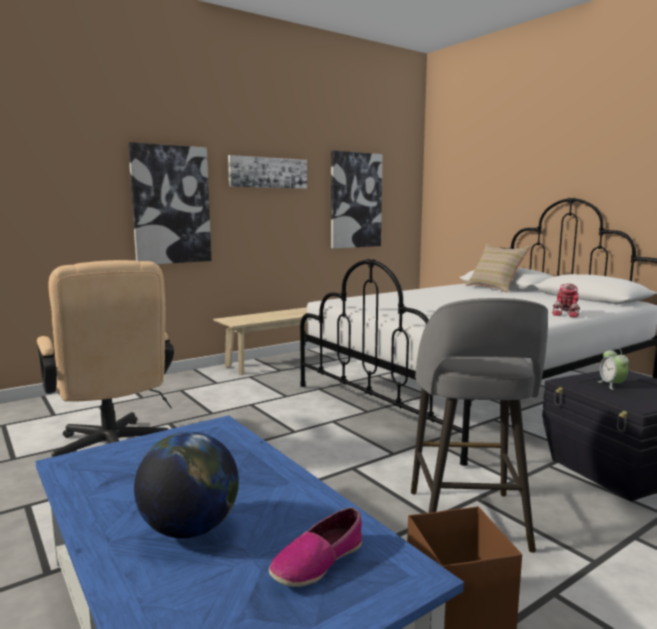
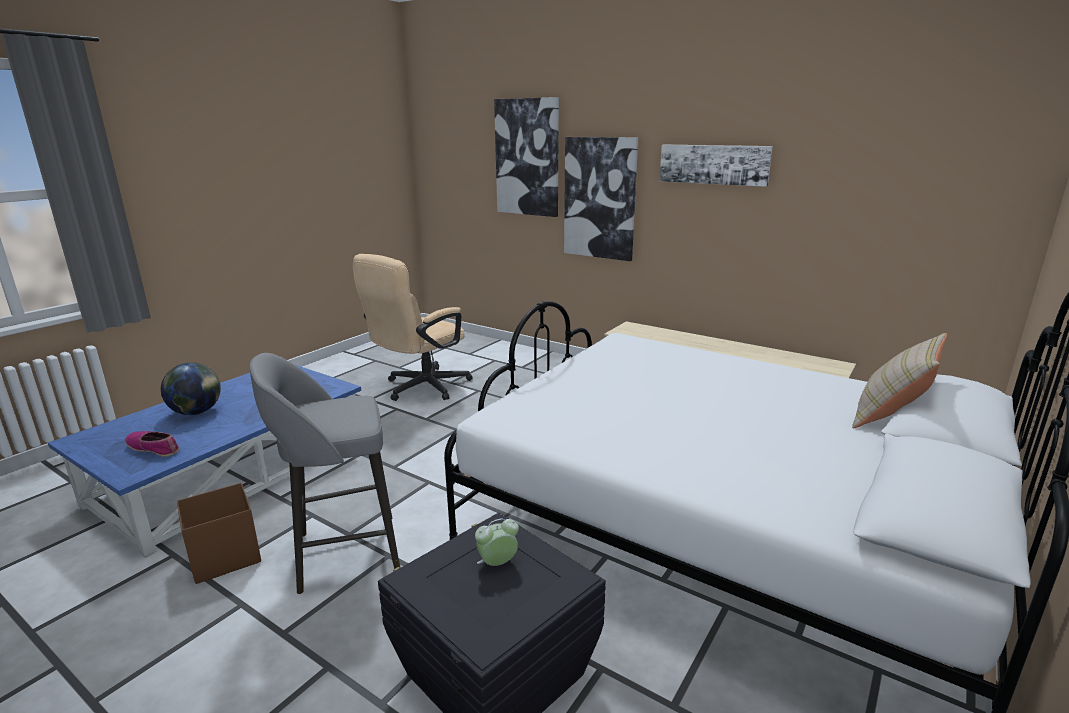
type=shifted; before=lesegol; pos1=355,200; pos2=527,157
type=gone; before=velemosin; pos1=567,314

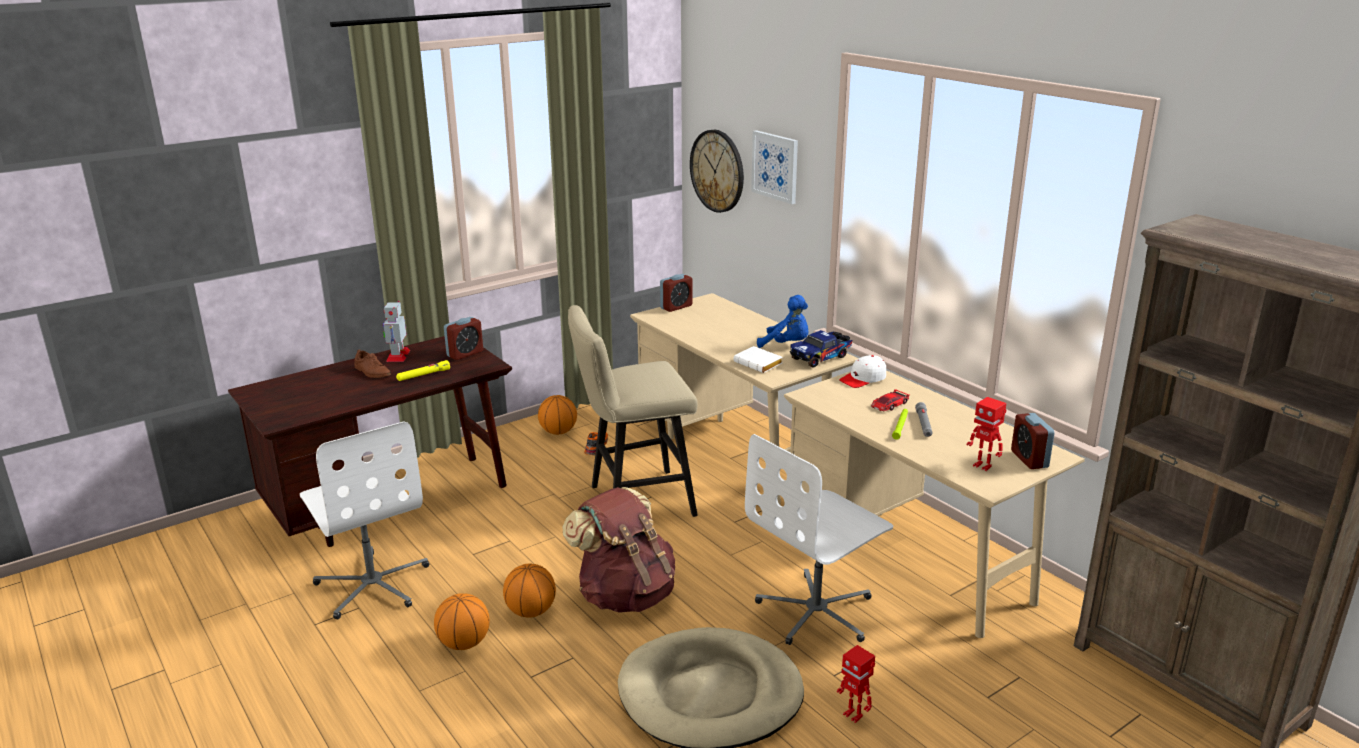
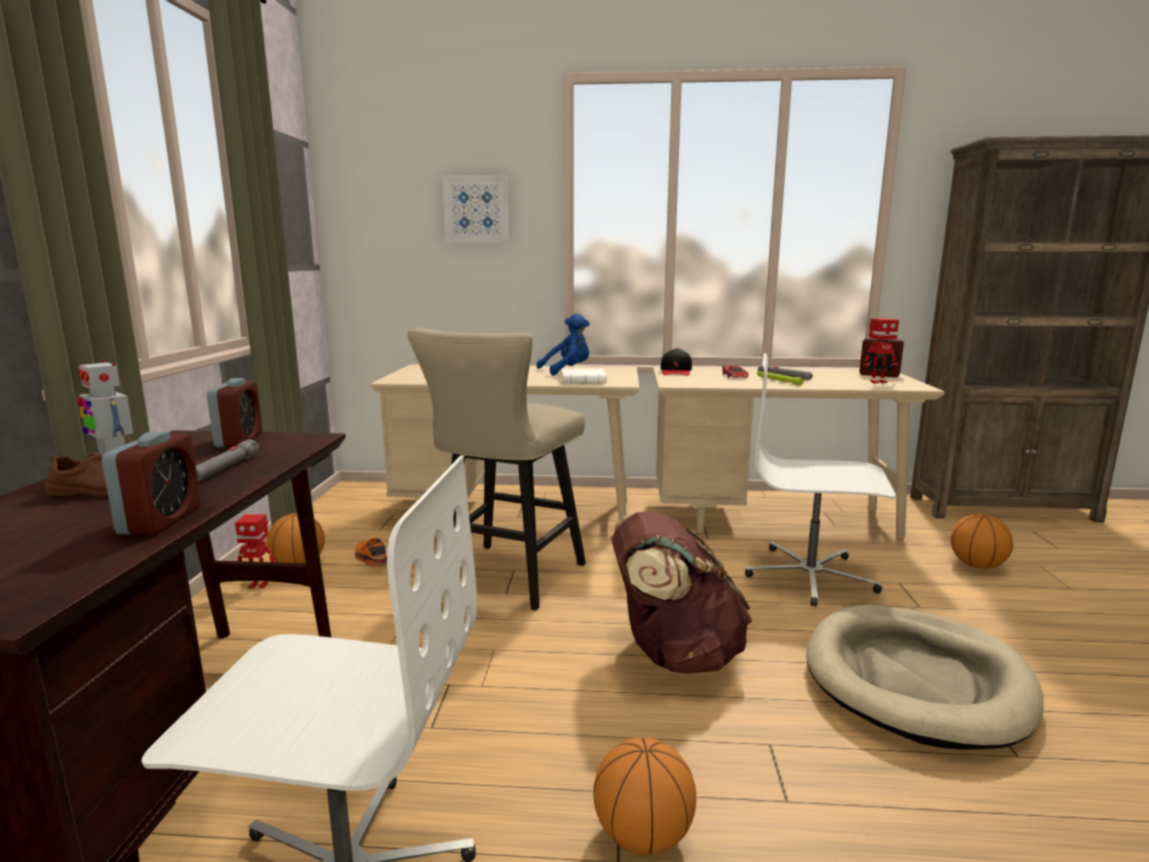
type=repainted; before=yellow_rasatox; after=grey_rasatox; pos1=423,375; pos2=224,469
type=shifted; before=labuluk; pos1=531,611; pos2=977,565
type=shifted; before=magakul; pos1=676,307; pos2=161,521
type=gone; before=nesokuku; pos1=717,171
type=rotated; before=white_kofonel; pos1=817,612; pos2=810,576; turn=105
type=gone; before=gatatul; pos1=821,357
type=shifted; before=velemosin; pos1=854,715; pos2=259,585
type=repainted; before=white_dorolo; after=black_dorolo; pos1=863,379; pos2=676,372

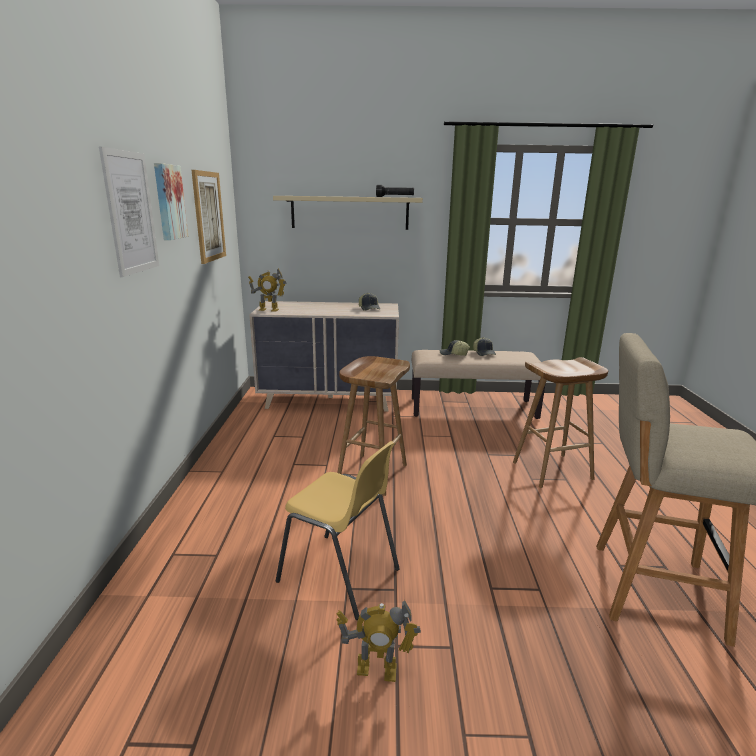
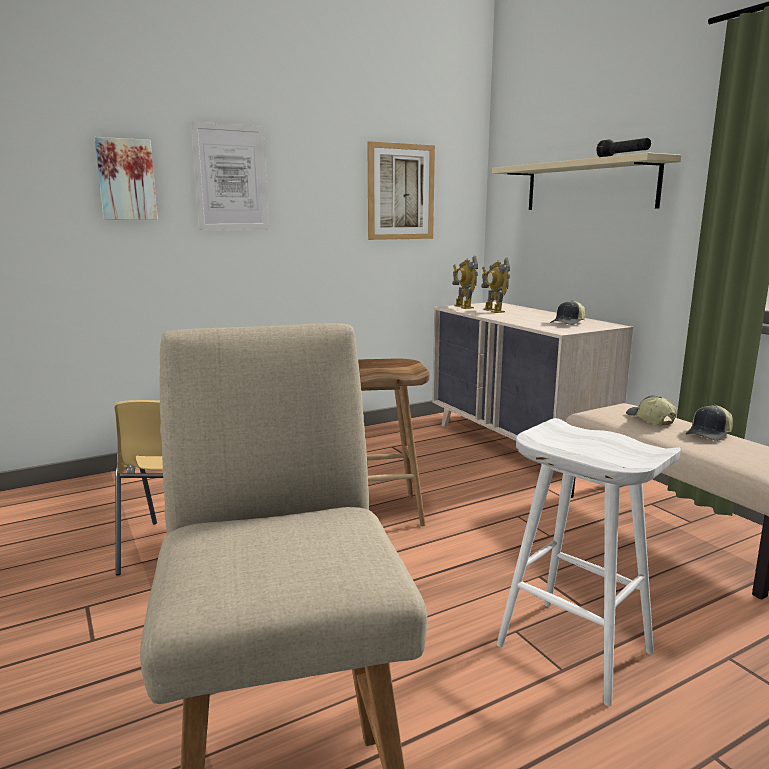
type=shifted; before=lesegol; pos1=168,202; pos2=126,179
type=shifted; before=velemosin; pos1=377,670; pos2=493,311
type=repainted; before=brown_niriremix; after=white_niriremix; pos1=552,471; pos2=571,648

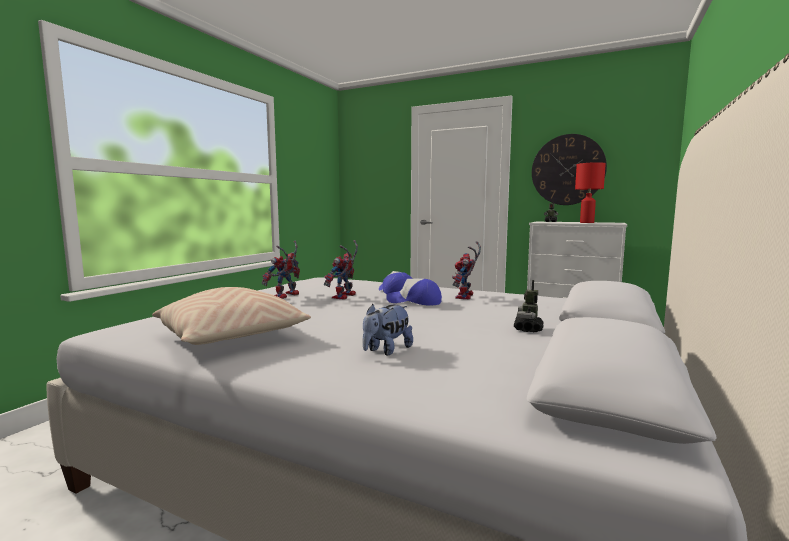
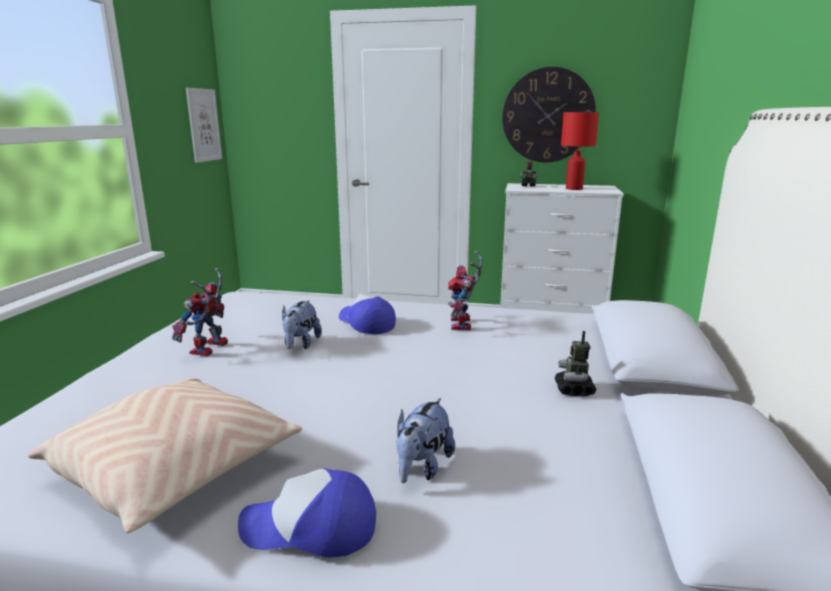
type=swapped; before=velemosin; after=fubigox; pos1=344,297; pos2=301,344
type=shifted; before=dorolo; pos1=414,302; pos2=310,528
type=new; after=lesegol; pos2=204,125

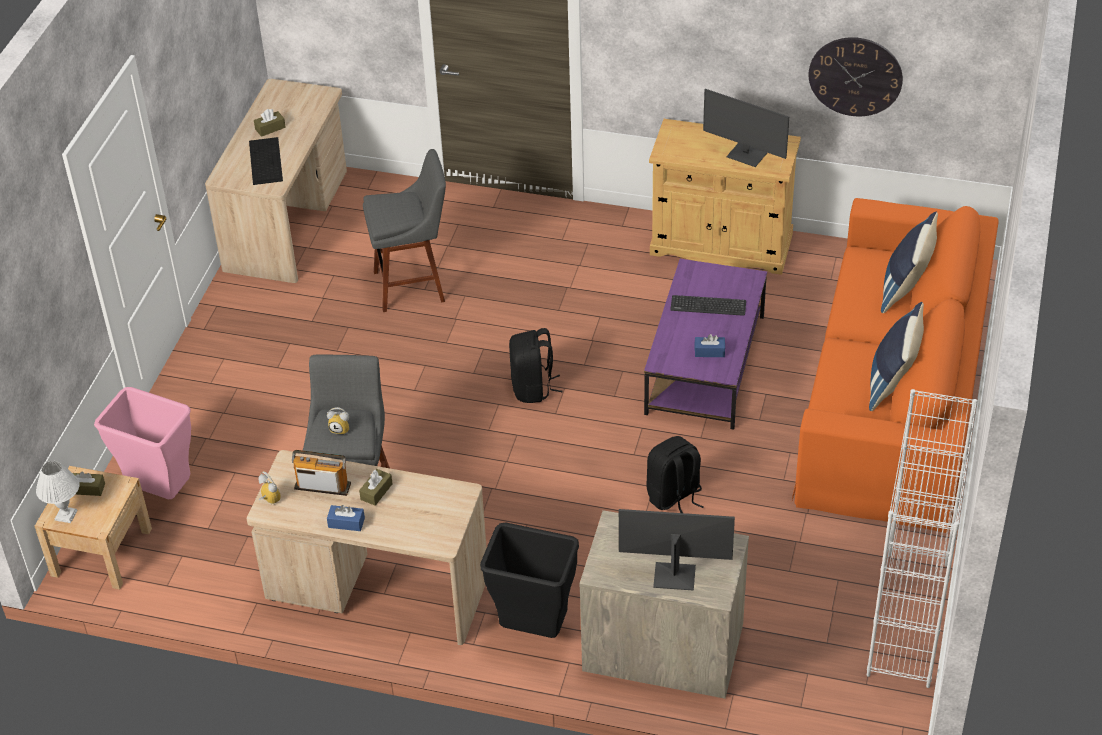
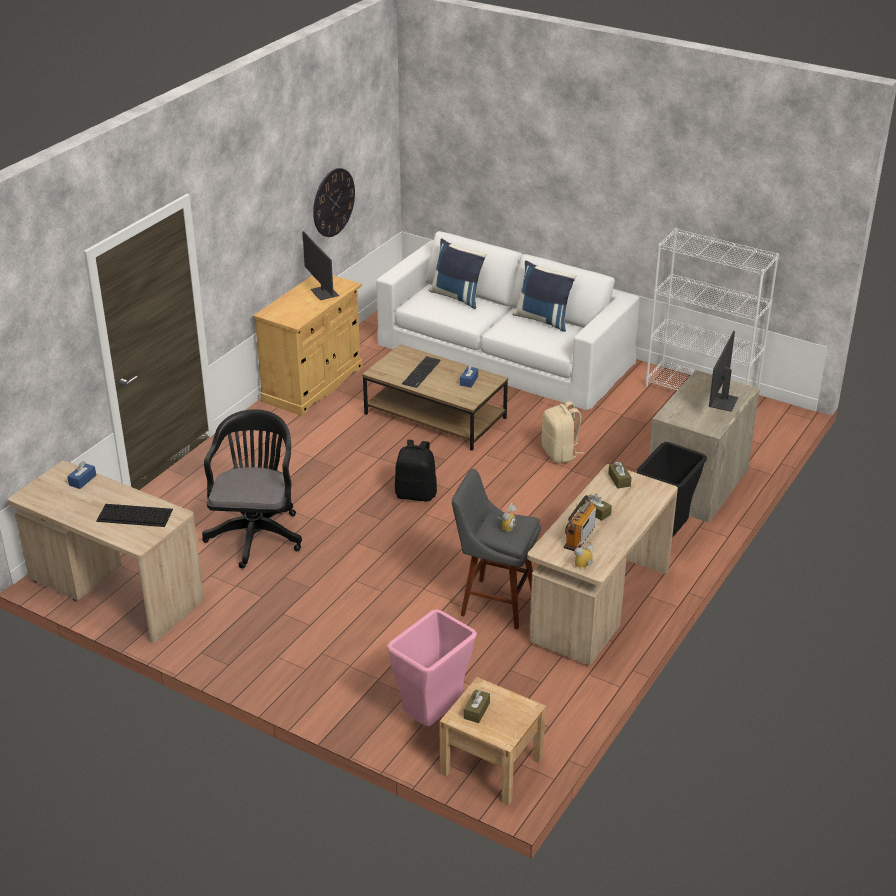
type=gone; before=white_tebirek; pos1=66,515
type=shifted; before=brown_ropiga; pos1=270,128; pos2=619,480
type=shifted; before=blue_ropiga; pos1=346,523; pos2=82,480
type=swapped; before=grey_niriremix; after=black_kofonel; pos1=413,286; pos2=256,533
type=repainted; before=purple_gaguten; after=brown_gaguten; pos1=705,365; pos2=436,416
type=repainted; before=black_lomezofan; after=beige_lomezofan; pos1=674,497; pos2=560,454
type=rotated; before=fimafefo; pos1=746,155; pos2=323,293; turn=105
type=repainted; before=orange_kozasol; after=white_kozasol; pos1=894,393; pos2=505,352

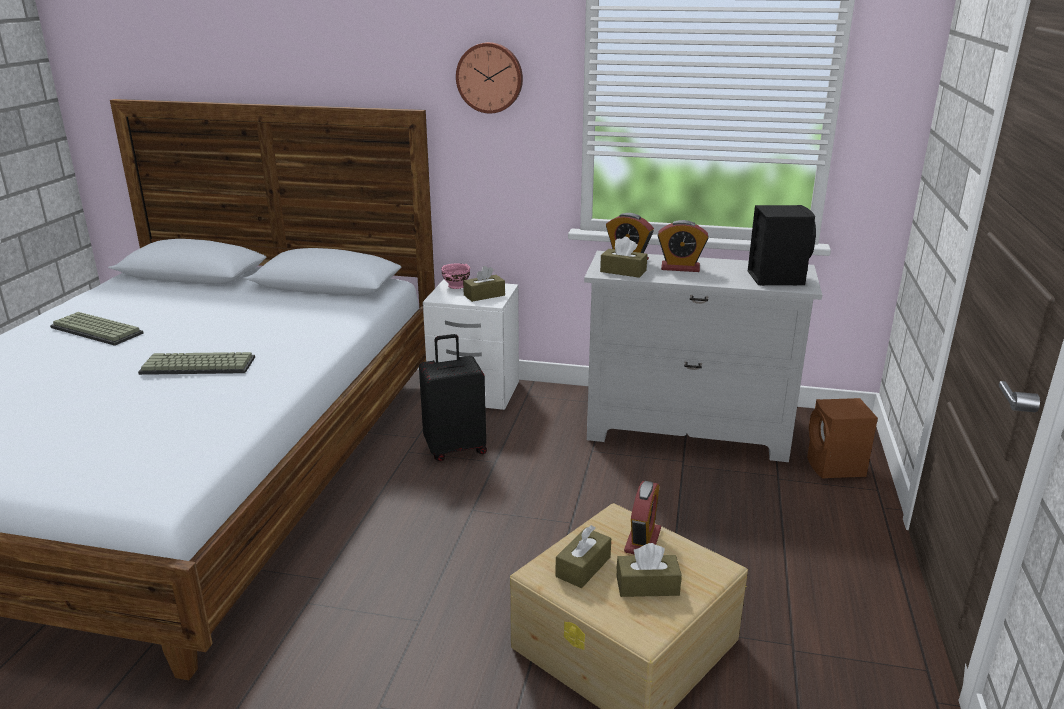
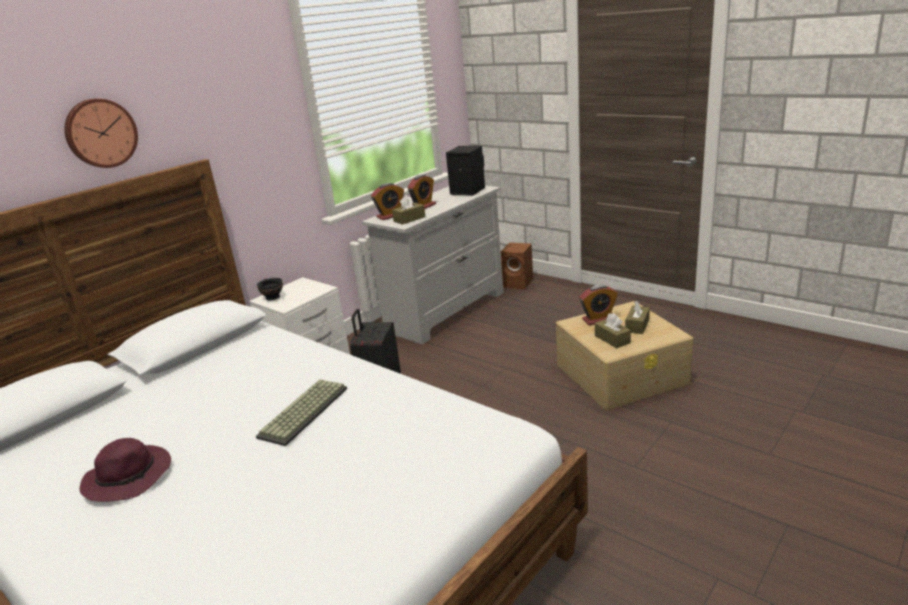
type=swapped; before=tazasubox; after=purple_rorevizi; pos1=99,330; pos2=130,477
type=repainted; before=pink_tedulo; after=black_tedulo; pos1=457,286; pos2=273,297
type=shifted; before=nesokuku; pos1=490,77; pos2=100,133
type=gone; before=brown_ropiga; pos1=484,295
type=rotated; before=magakul; pos1=642,540; pos2=598,319; turn=120

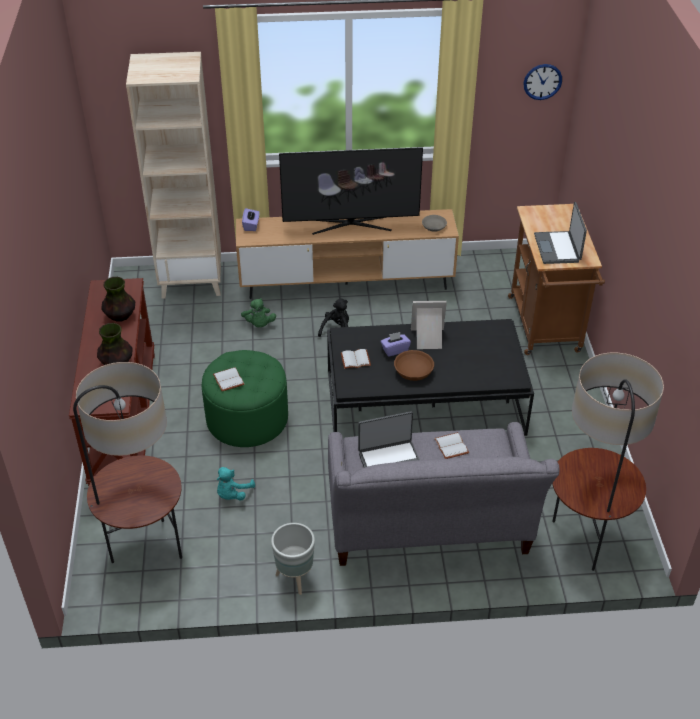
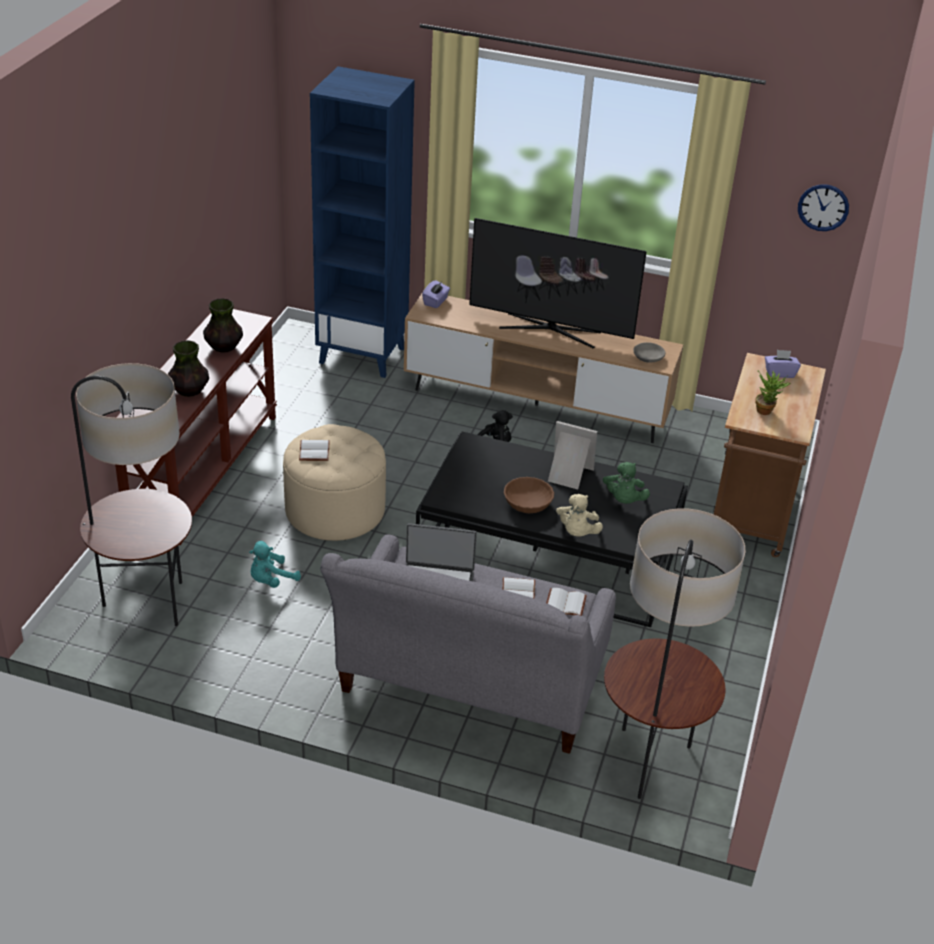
type=repainted; before=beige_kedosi; after=blue_kedosi; pos1=192,281; pos2=363,355
type=repainted; before=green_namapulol; after=beige_namapulol; pos1=247,419; pos2=335,510
type=shifted; before=green_fubigox; pos1=259,324; pos2=623,500
type=gone; before=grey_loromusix; pos1=294,579
type=shifted; before=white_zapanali; pos1=355,360; pos2=564,604
type=shifted; before=purple_ropiga; pos1=395,350; pos2=779,373
type=swapped; before=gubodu; after=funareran; pos1=558,248; pos2=766,410
type=new; after=beige_fubigox; pos2=577,532

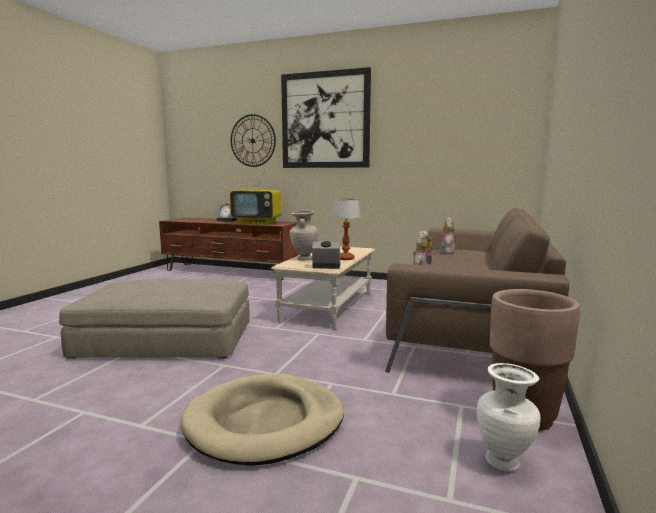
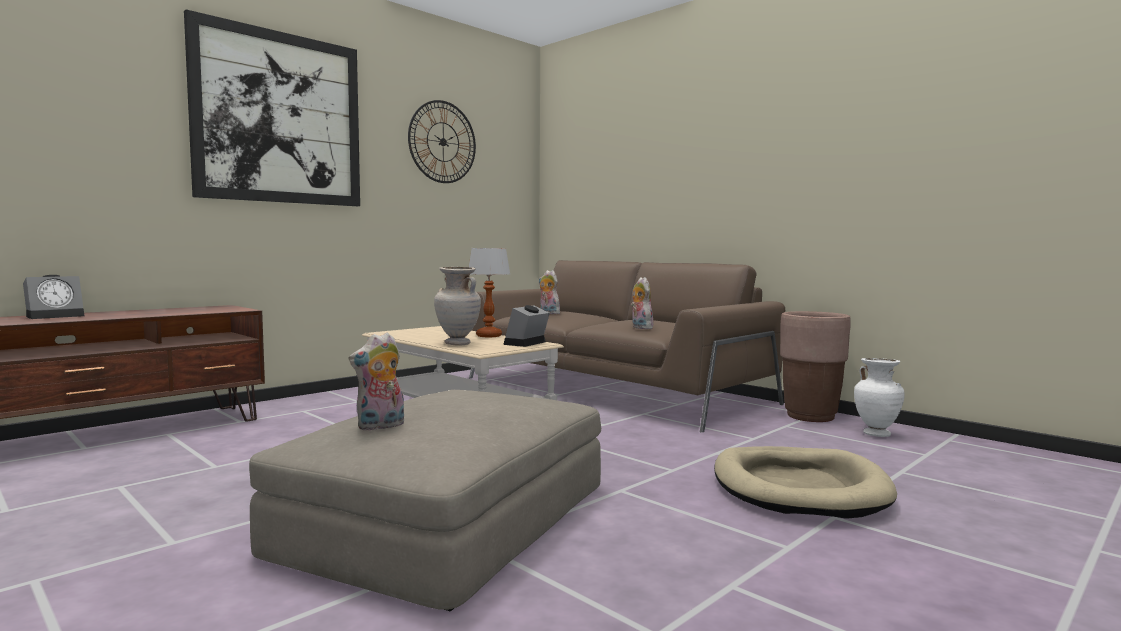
type=gone; before=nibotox; pos1=257,223
type=shifted; before=nesokuku; pos1=252,140; pos2=442,142
type=new; after=fubigox; pos2=381,426

